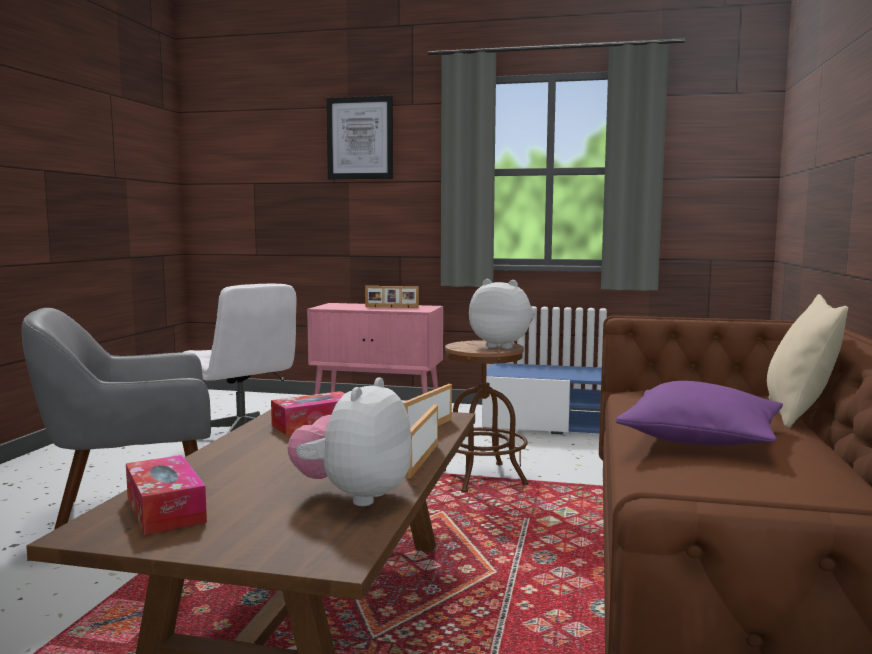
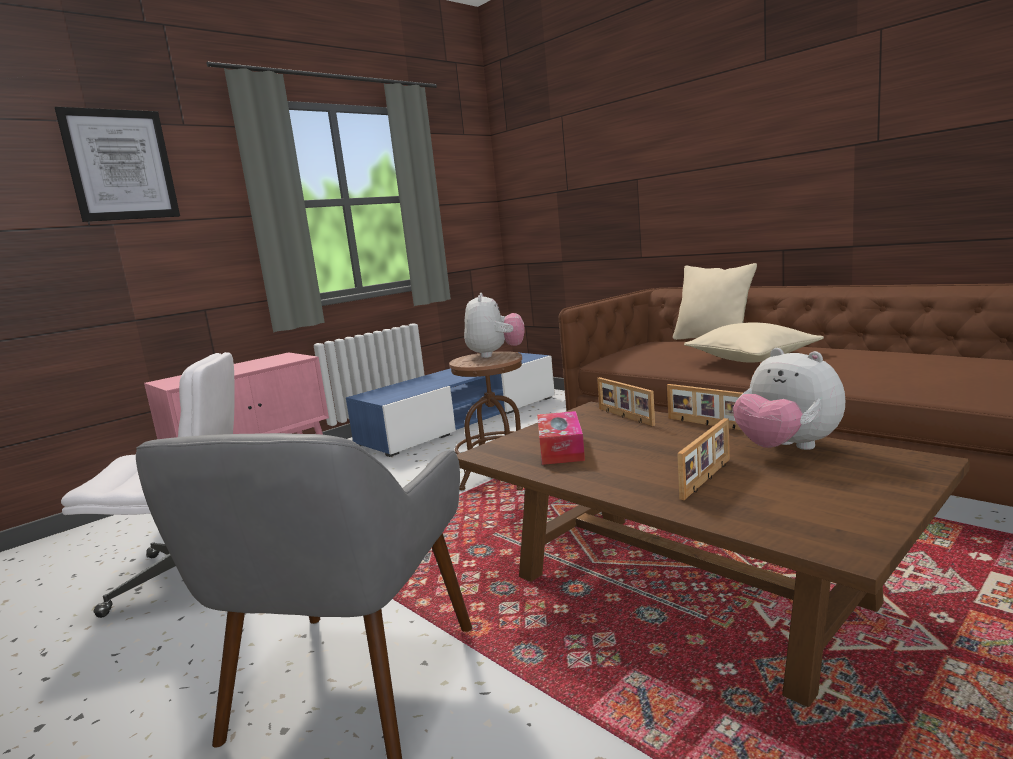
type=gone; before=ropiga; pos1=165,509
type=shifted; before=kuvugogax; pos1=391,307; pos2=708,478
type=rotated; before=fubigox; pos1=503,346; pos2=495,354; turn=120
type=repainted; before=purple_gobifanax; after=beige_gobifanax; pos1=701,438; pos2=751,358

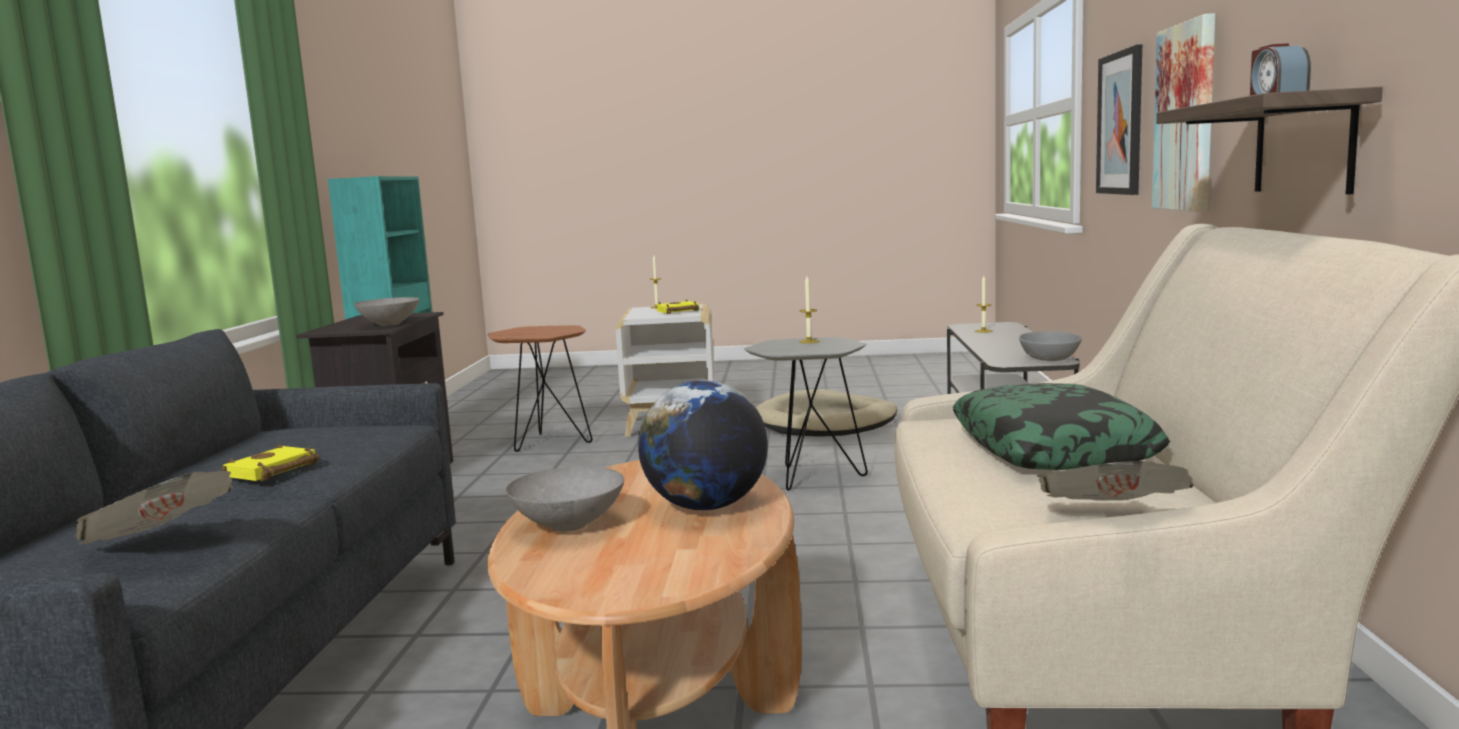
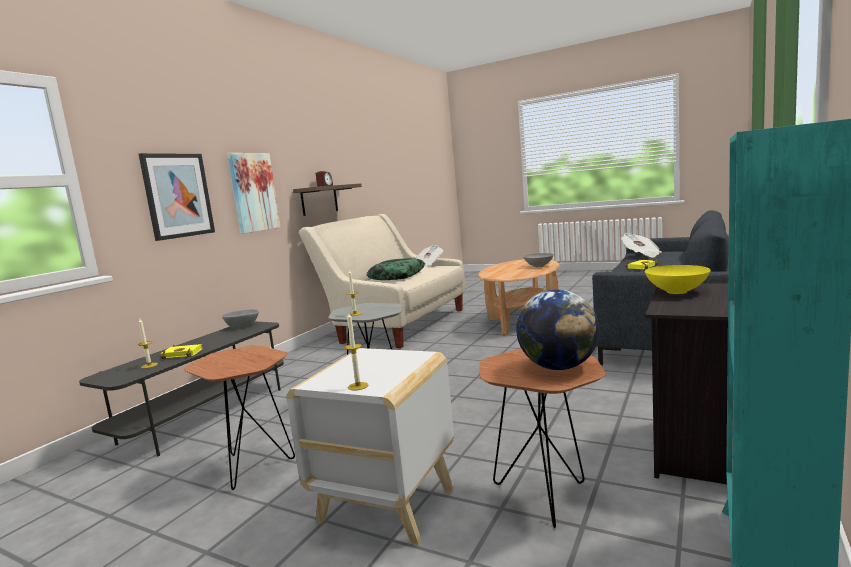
type=repainted; before=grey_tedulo; after=yellow_tedulo; pos1=388,324; pos2=677,291
type=shifted; before=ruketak; pos1=706,507; pos2=559,367
type=shifted; before=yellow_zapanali; pos1=677,311; pos2=184,354
type=swapped; before=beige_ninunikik; after=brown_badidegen; pos1=826,422; pos2=254,468

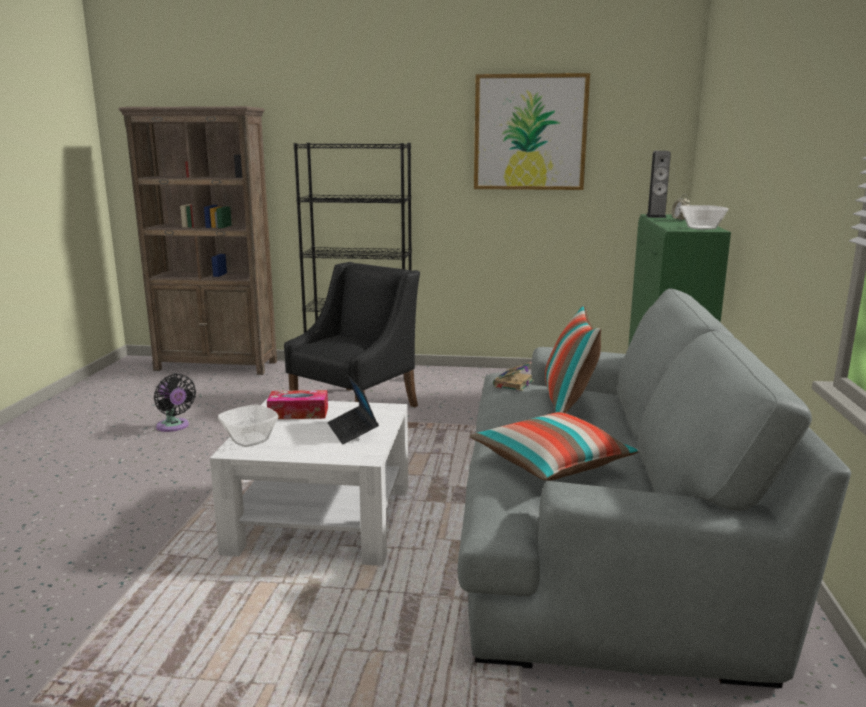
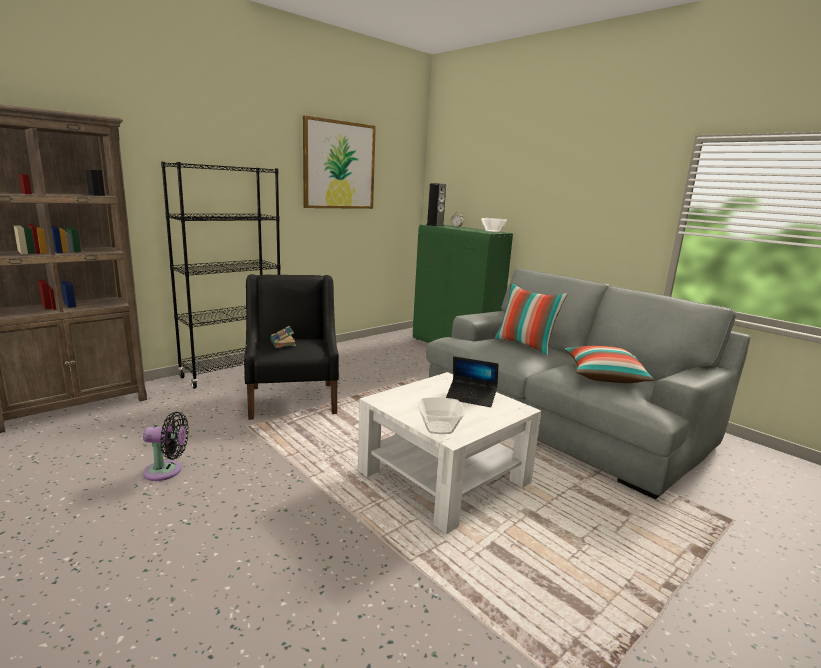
type=gone; before=ropiga; pos1=298,413
type=shifted; before=zapanali; pos1=513,384; pos2=283,343

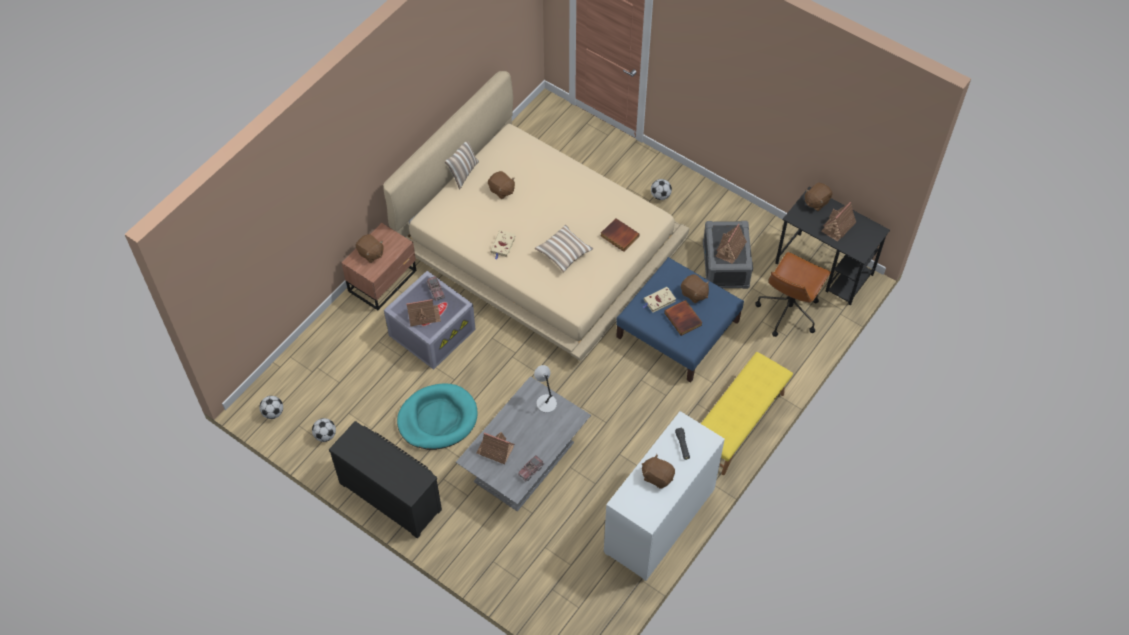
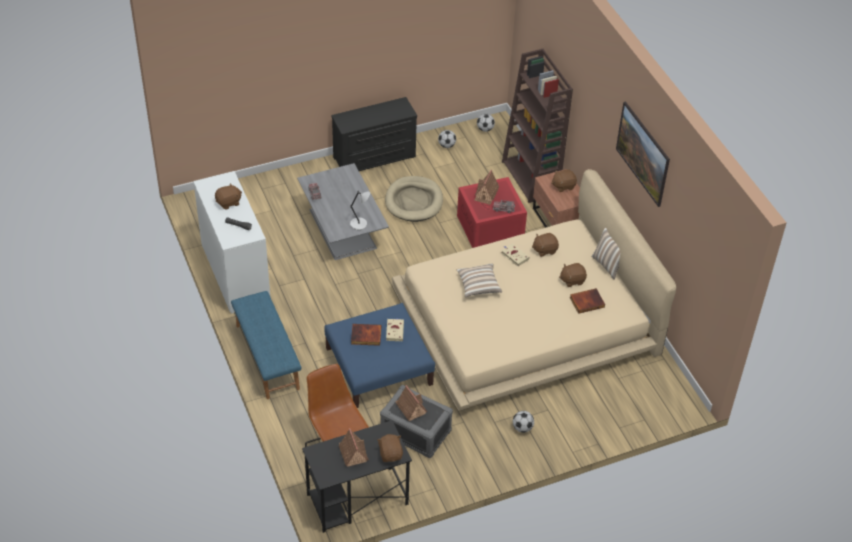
type=repainted; before=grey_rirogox; after=red_rirogox; pos1=432,331; pos2=491,228
type=repainted; before=turquoise_ninunikik; after=beige_ninunikik; pos1=437,419; pos2=414,201
type=gone; before=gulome; pos1=495,450
type=shifted; before=zapanali; pos1=619,236; pos2=587,301
type=shifted; before=brown_fubigox; pos1=694,294; pos2=544,250
type=repainted; before=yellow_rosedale; after=blue_rosedale; pos1=739,424; pos2=266,357
type=new; after=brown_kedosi; pos2=531,178
type=new; after=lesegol; pos2=640,165

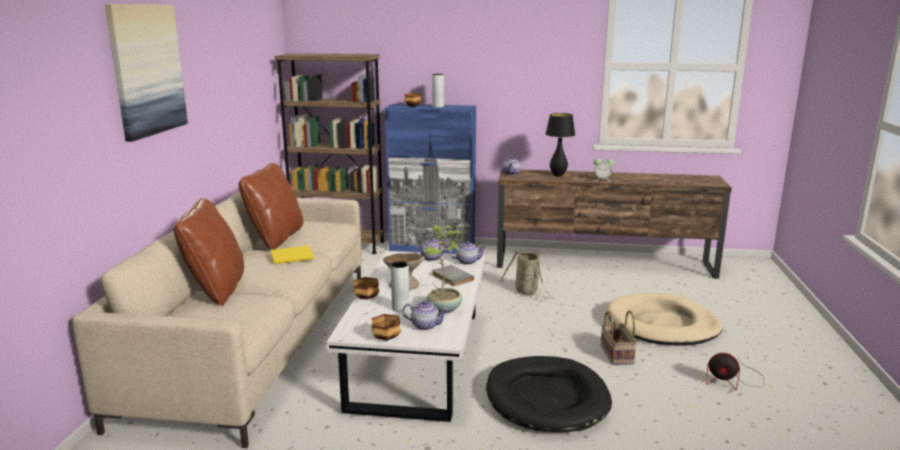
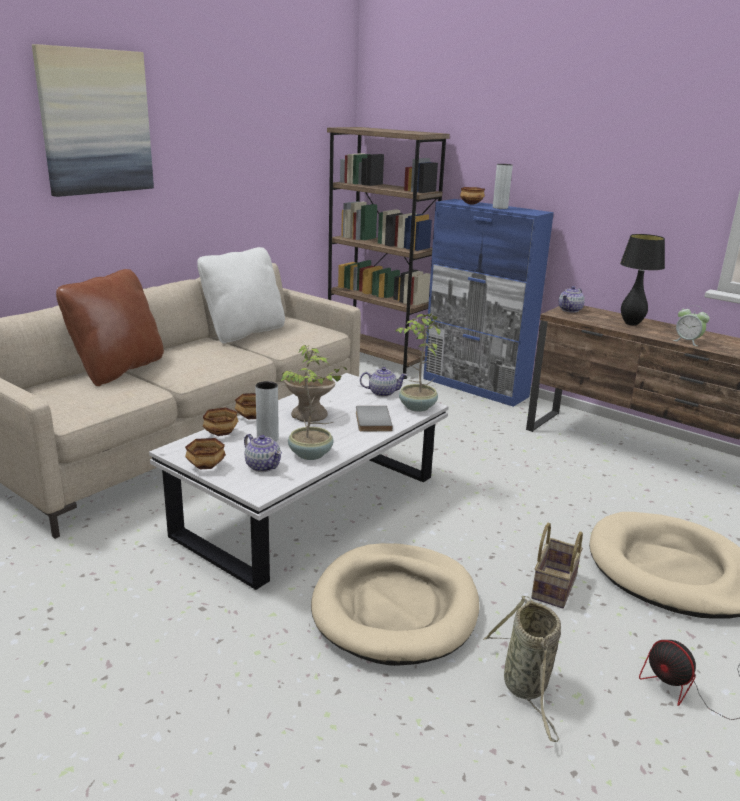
type=repainted; before=brown_gobifanax; after=white_gobifanax; pos1=275,238; pos2=244,332
type=gone; before=yellow_zapanali; pos1=292,257
type=swapped; before=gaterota; after=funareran; pos1=467,262; pos2=416,407
type=repainted; before=black_ninunikik; after=beige_ninunikik; pos1=546,398; pos2=395,607
type=shifted; before=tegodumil; pos1=527,292; pos2=526,687
type=new; after=tedulo; pos2=220,433

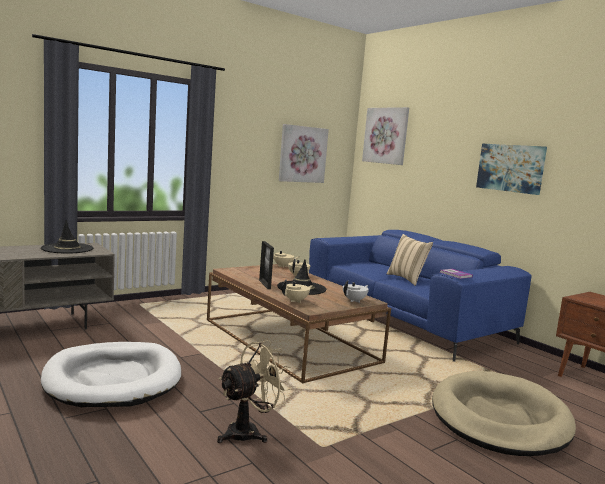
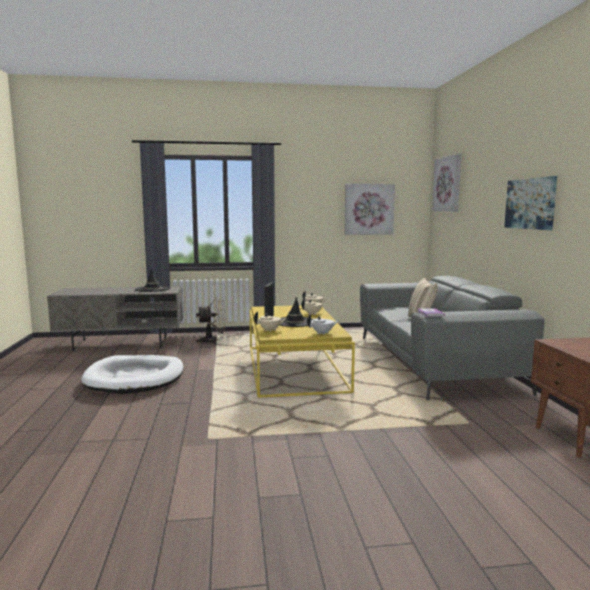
type=repainted; before=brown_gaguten; after=yellow_gaguten; pos1=290,341; pos2=295,368
type=shifted; before=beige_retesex; pos1=249,432; pos2=213,341
type=repainted; before=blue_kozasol; after=grey_kozasol; pos1=404,319; pos2=433,362
type=gone; before=beige_ninunikik; pos1=499,418

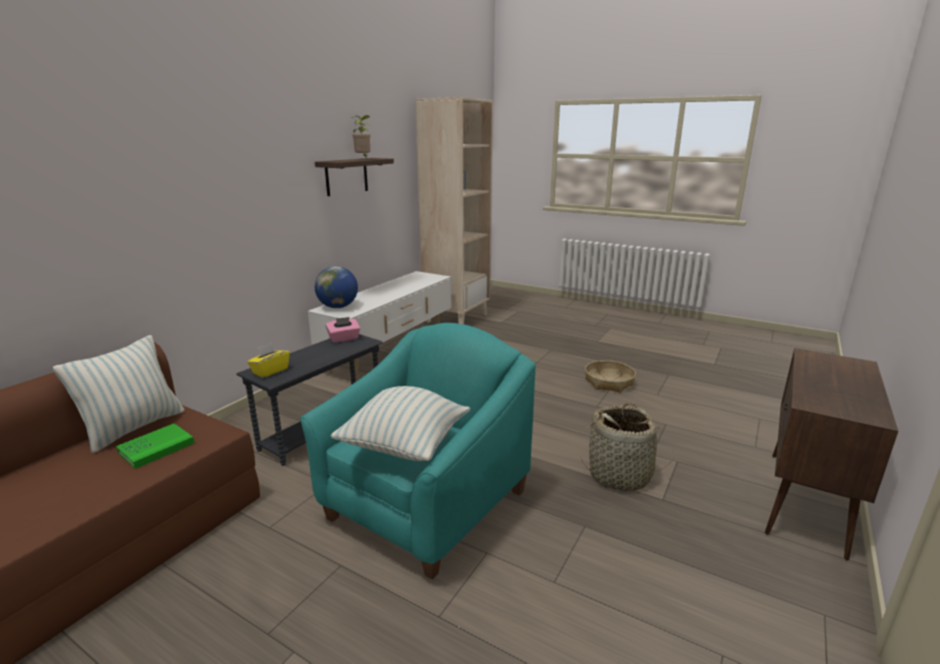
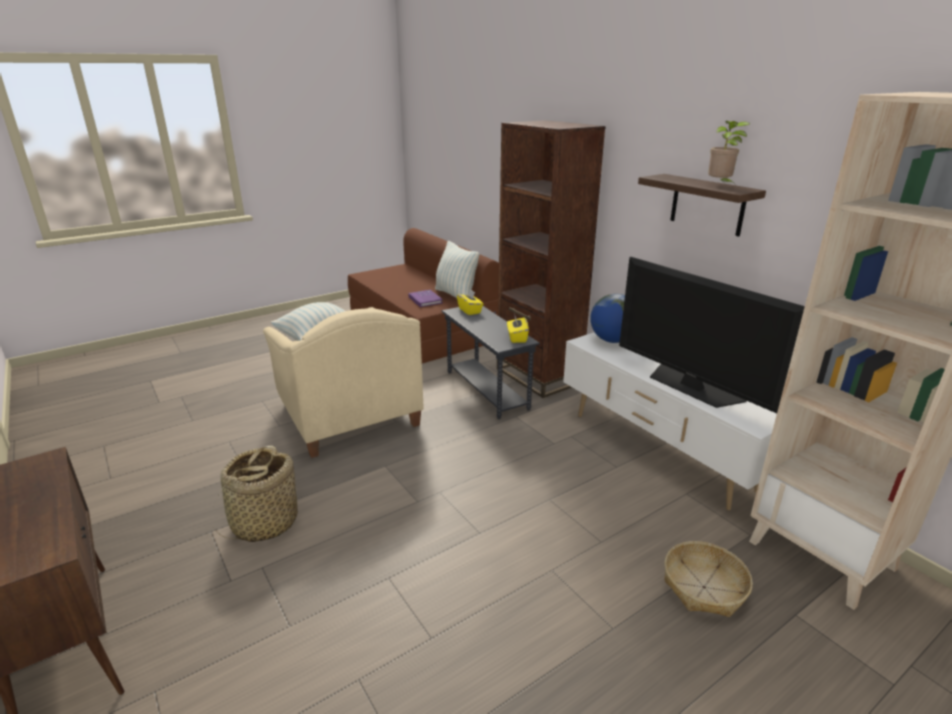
type=repainted; before=green_zapanali; after=purple_zapanali; pos1=156,448; pos2=425,300
type=repainted; before=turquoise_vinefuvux; after=beige_vinefuvux; pos1=426,504; pos2=347,415
type=repainted; before=pink_ropiga; after=yellow_ropiga; pos1=344,339; pos2=517,338
type=shifted; before=tegodumil; pos1=609,382; pos2=704,587
type=new; after=brown_kedosi; pos2=538,376
type=new; after=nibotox; pos2=691,387

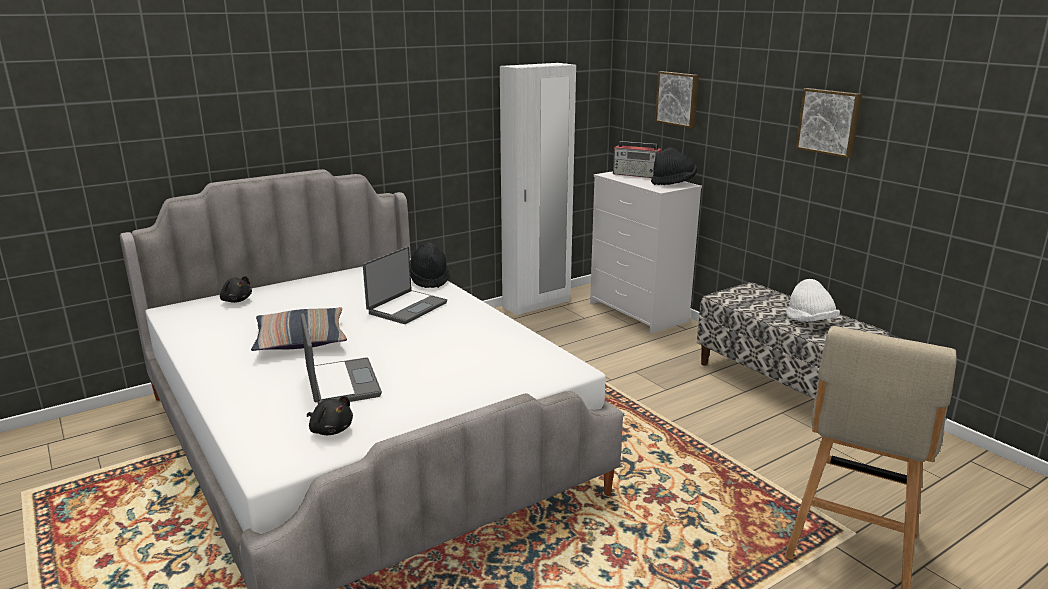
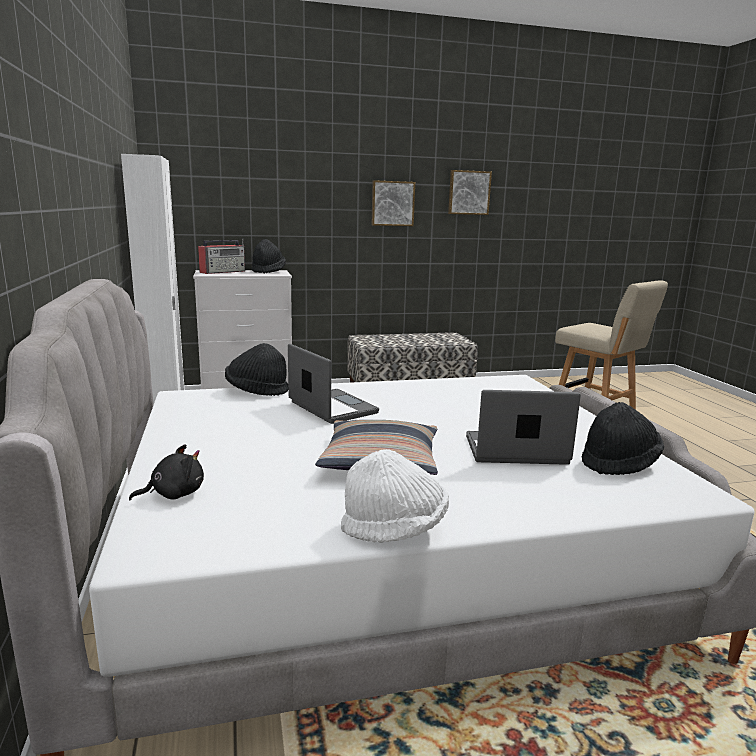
type=swapped; before=black_fubigox; after=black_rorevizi; pos1=330,429; pos2=619,463
type=shifted; before=lesegol; pos1=678,98; pos2=468,192
type=shifted; before=white_rorevizi; pos1=810,322; pos2=394,529

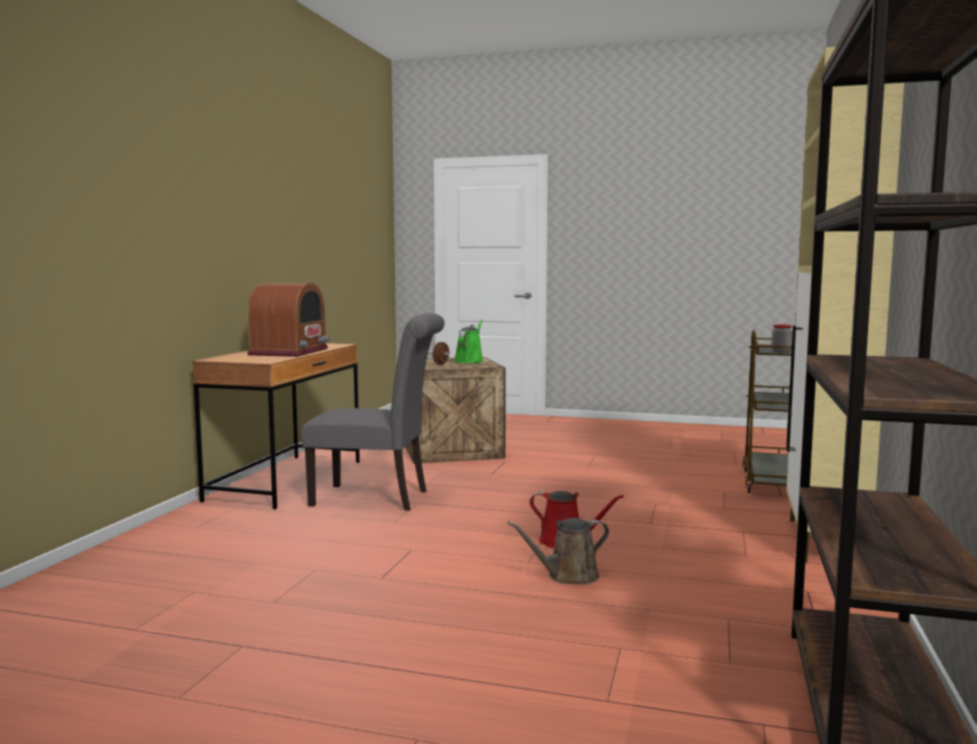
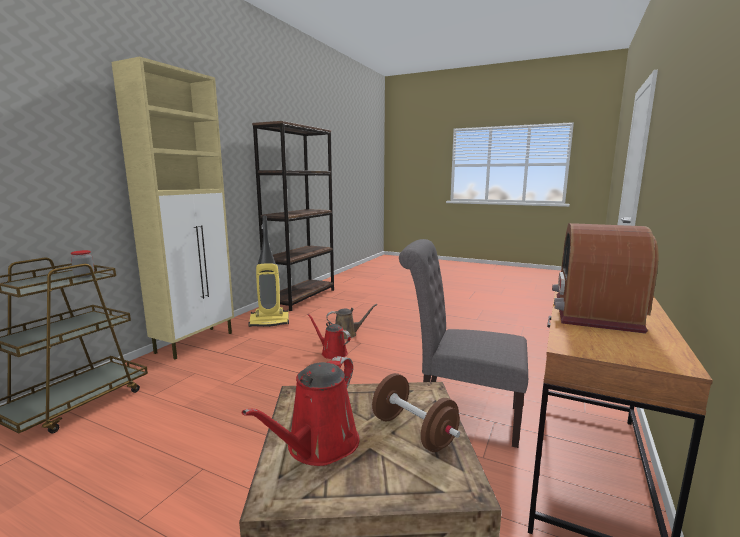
type=repainted; before=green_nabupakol; after=red_nabupakol; pos1=469,361; pos2=319,446
type=new; after=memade; pos2=270,322

